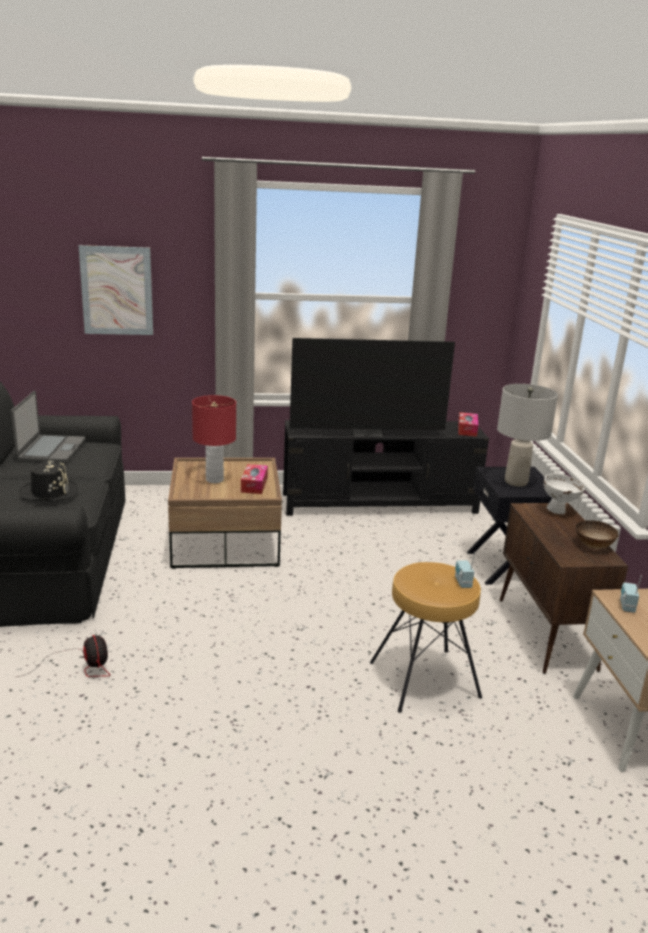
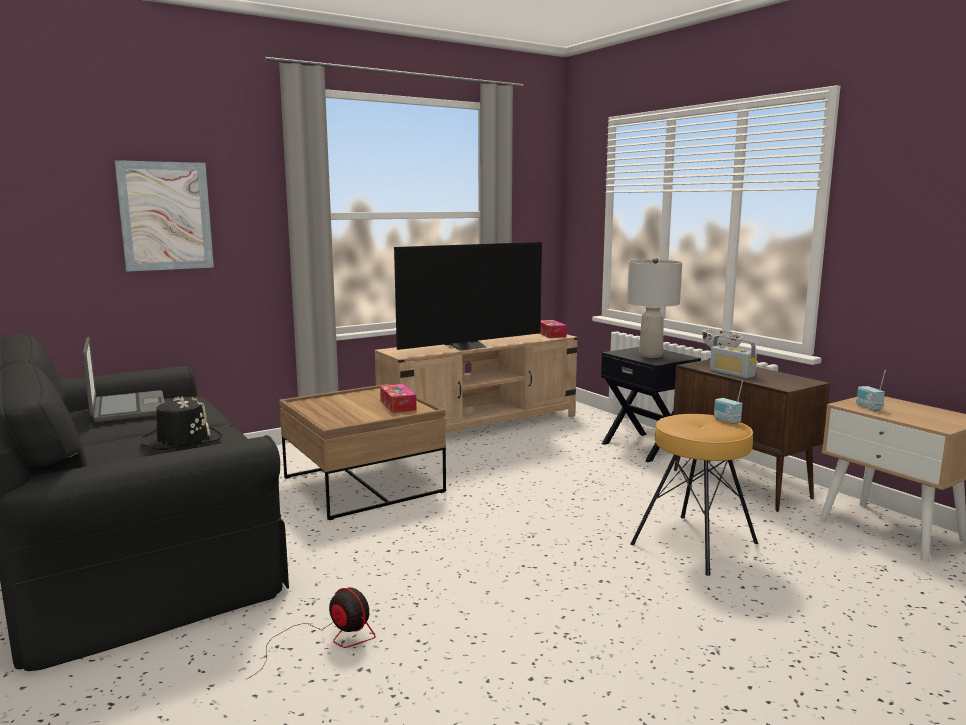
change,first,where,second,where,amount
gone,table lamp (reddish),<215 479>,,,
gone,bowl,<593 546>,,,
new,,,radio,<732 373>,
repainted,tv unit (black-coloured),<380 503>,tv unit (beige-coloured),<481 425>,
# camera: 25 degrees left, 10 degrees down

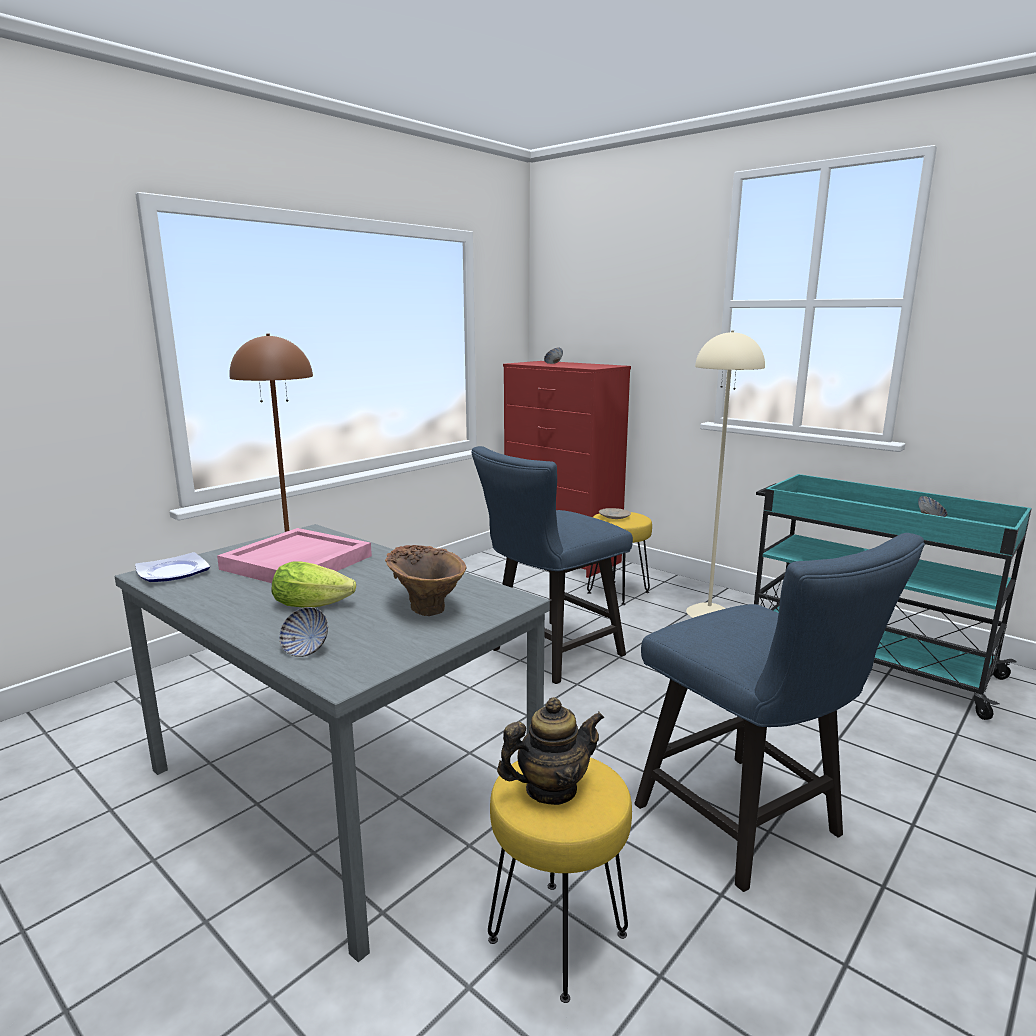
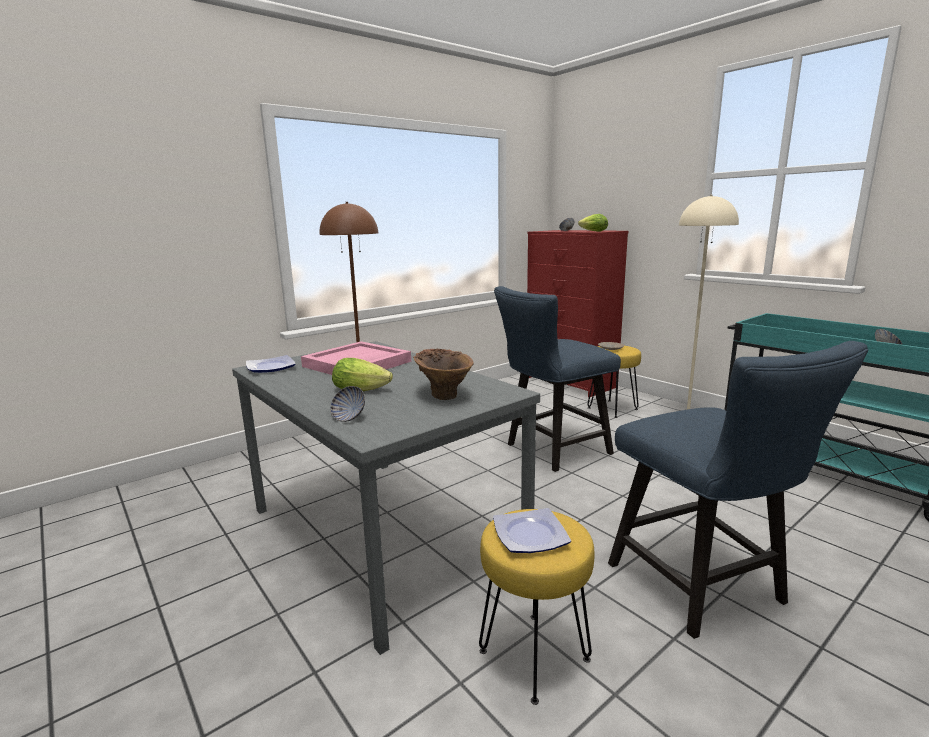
change,first,where,second,where,amount
new,,,lettuce head,<591 231>,
swapped,pot for tea,<551 789>,plate,<528 534>,
# camera: 10 degrees right, 0 degrees up

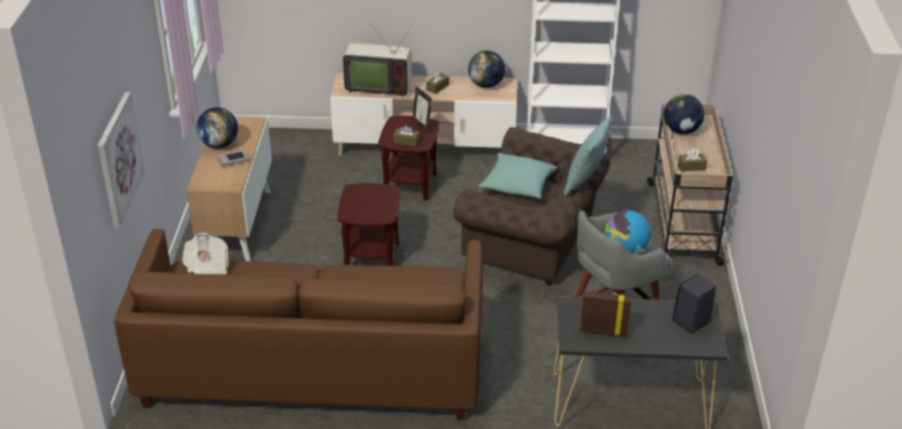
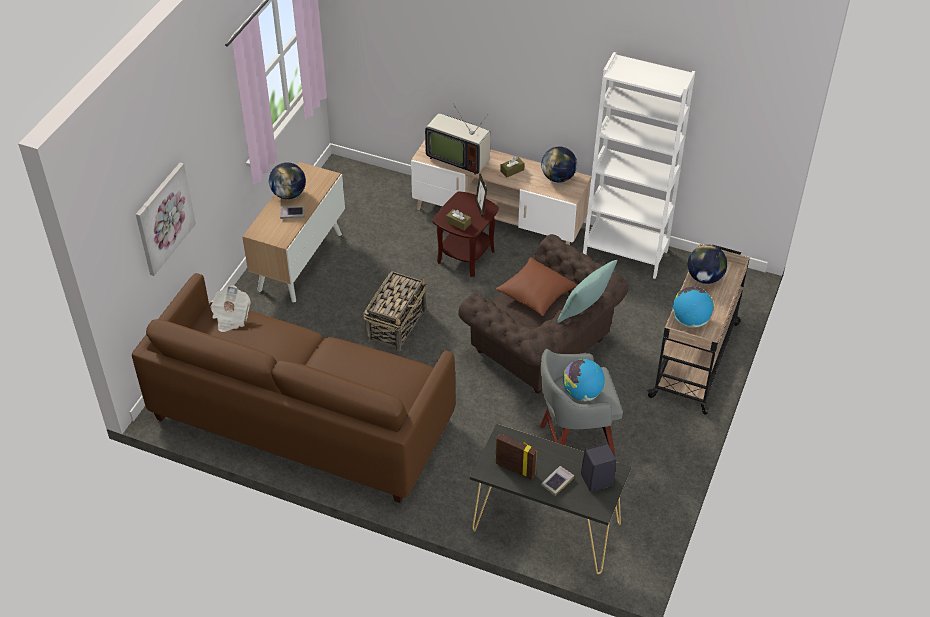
change,first,where,second,where,amount
new,,,bound book,<557 482>,
swapped,side table (brown),<371 257>,household basket,<397 324>,
swapped,tissue box (brown),<691 167>,globe,<690 320>,
repainted,throw pillow (turquoise-coloured),<518 185>,throw pillow (brown),<536 294>,
# camera: 20 degrees right, 10 degrees up

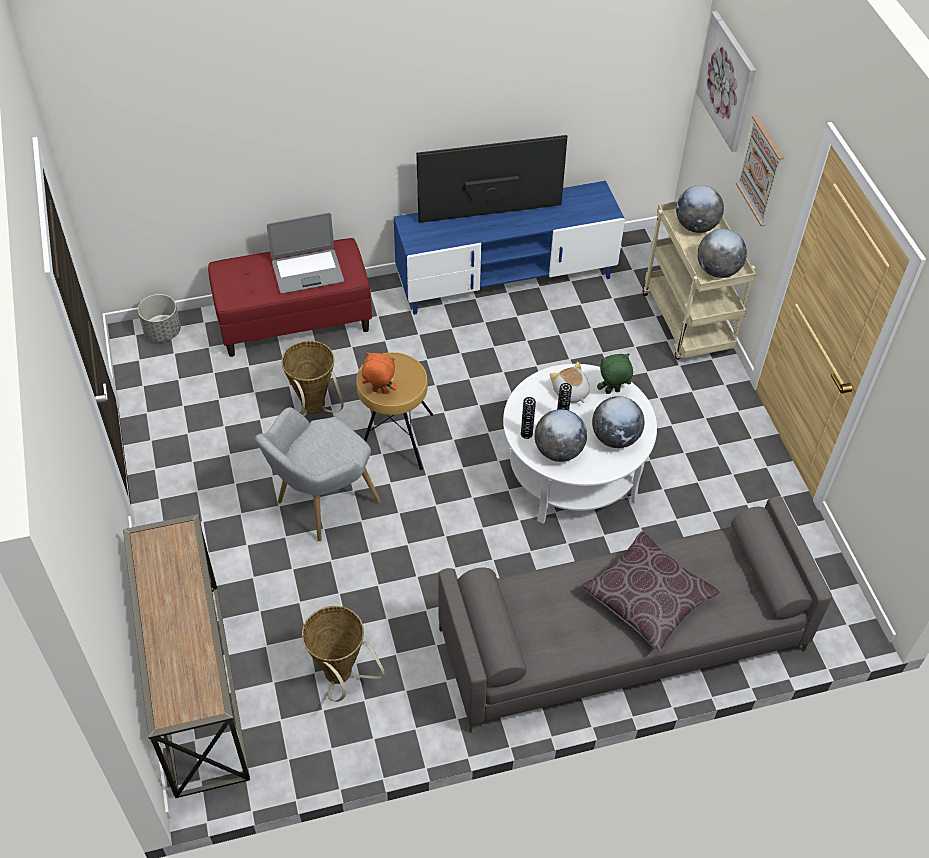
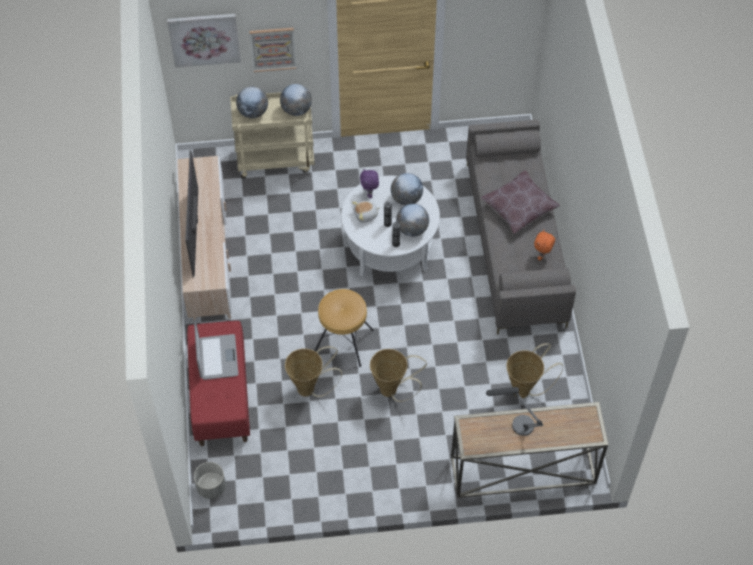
change,first,where,second,where,amount
new,,,table lamp,<516 425>,
shifted,soft toy (orangey),<379 392>,,<542 255>,
swapped,easy chair (gray),<321 504>,household basket,<392 391>,
repainted,tv unit (blue-coloured),<506 278>,tv unit (beige-coloured),<208 256>,
repainted,soft toy (greenish),<612 392>,soft toy (purplish),<369 193>,
# camera: 80 degrees left, 5 degrees up

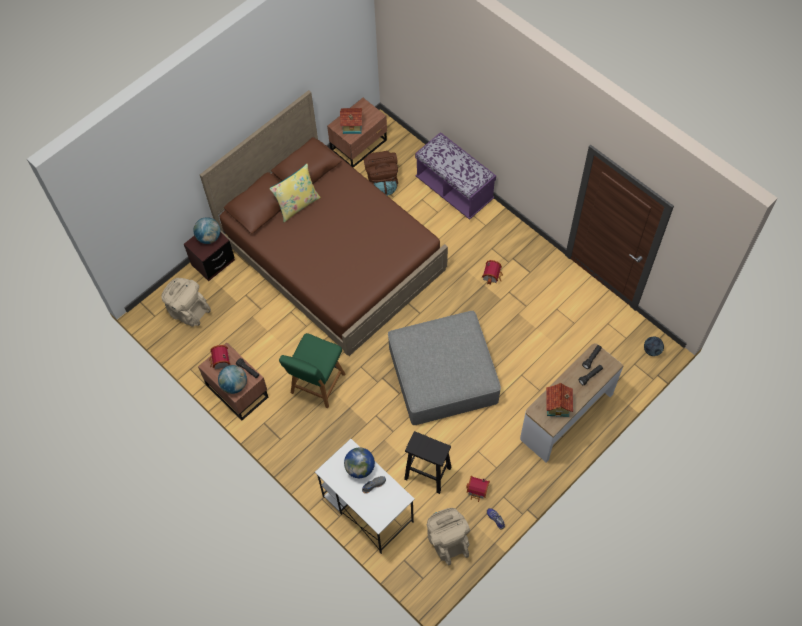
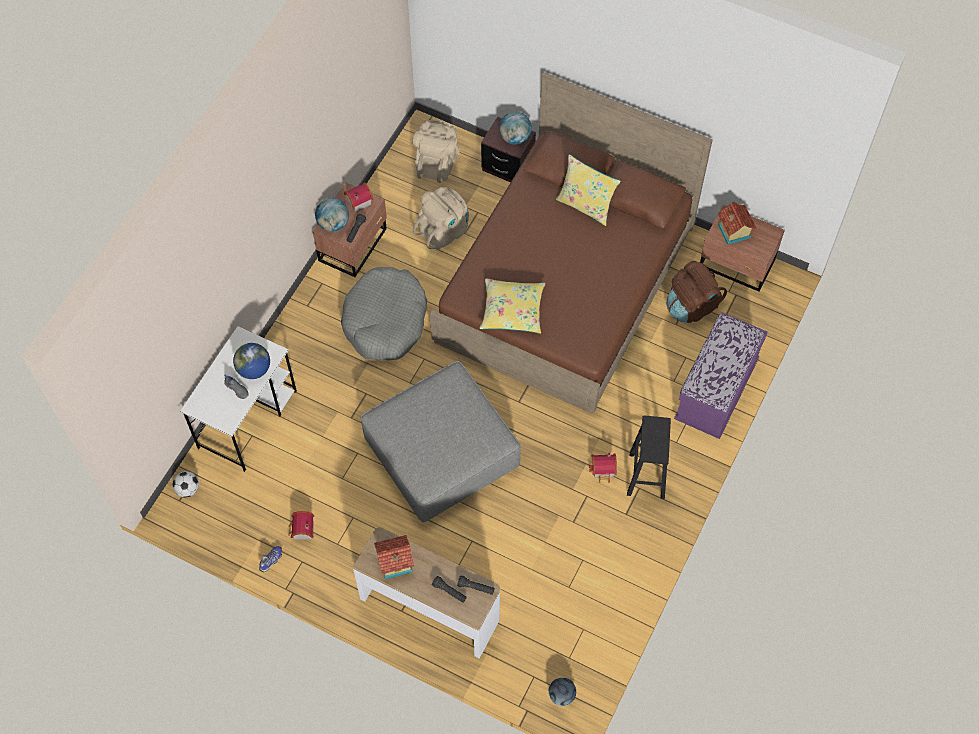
change,first,where,second,where,amount
new,,,ball for football,<187 489>,
new,,,throw pillow (yellow),<512 310>,
shifted,stool seat (black-coloured),<428 473>,,<647 476>,
shifted,knapsack (beige-coloured),<447 539>,,<444 230>,
swapped,chair (greenish),<317 385>,pet bed (gray),<385 321>,
# camera: 70 degrees right, 0 degrees up

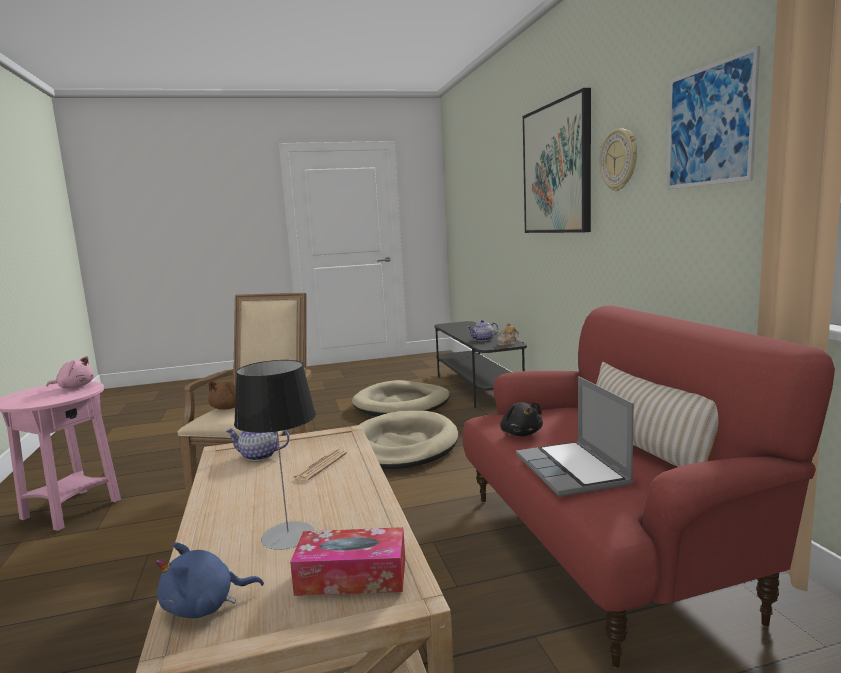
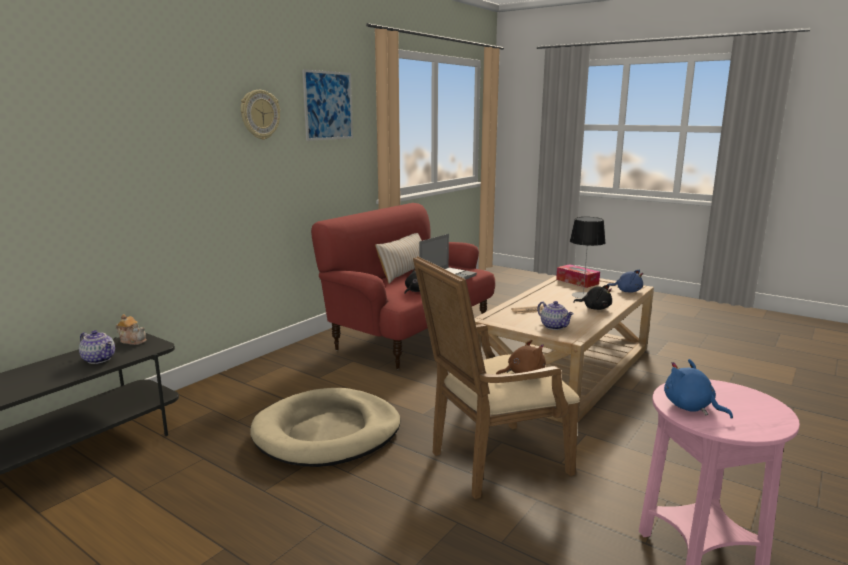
change,first,where,second,where,amount
gone,pet bed (beige-coloured),<402 404>,,,
gone,wall art,<557 169>,,,
new,,,soft toy (black-coloured),<595 308>,
repainted,soft toy (pink),<75 387>,soft toy (blue-coloured),<691 407>,
# camera: 130 degrees left, 5 degrees up

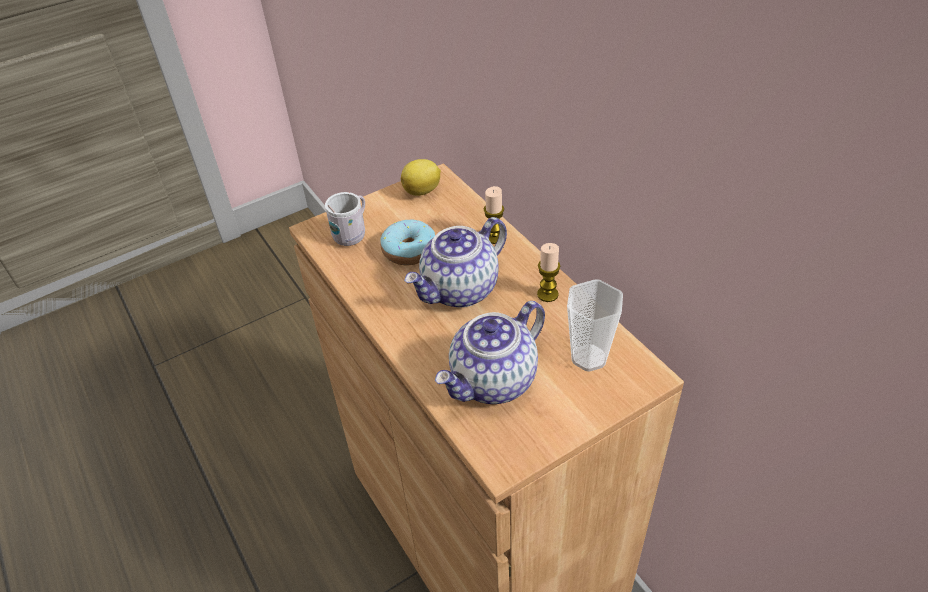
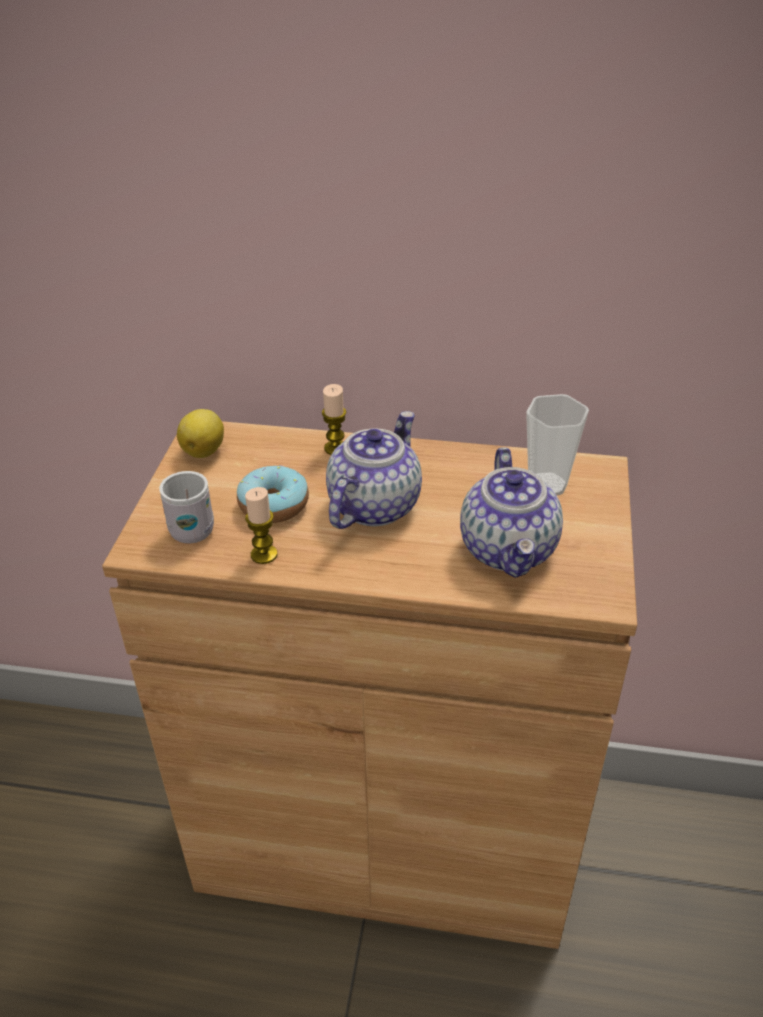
change,first,where,second,where,amount
shifted,wax light,<547 294>,,<264 554>,
rotated,pot for tea,<460 290>,,<373 505>,150 degrees counterclockwise
# camera: 50 degrees left, 5 degrees down

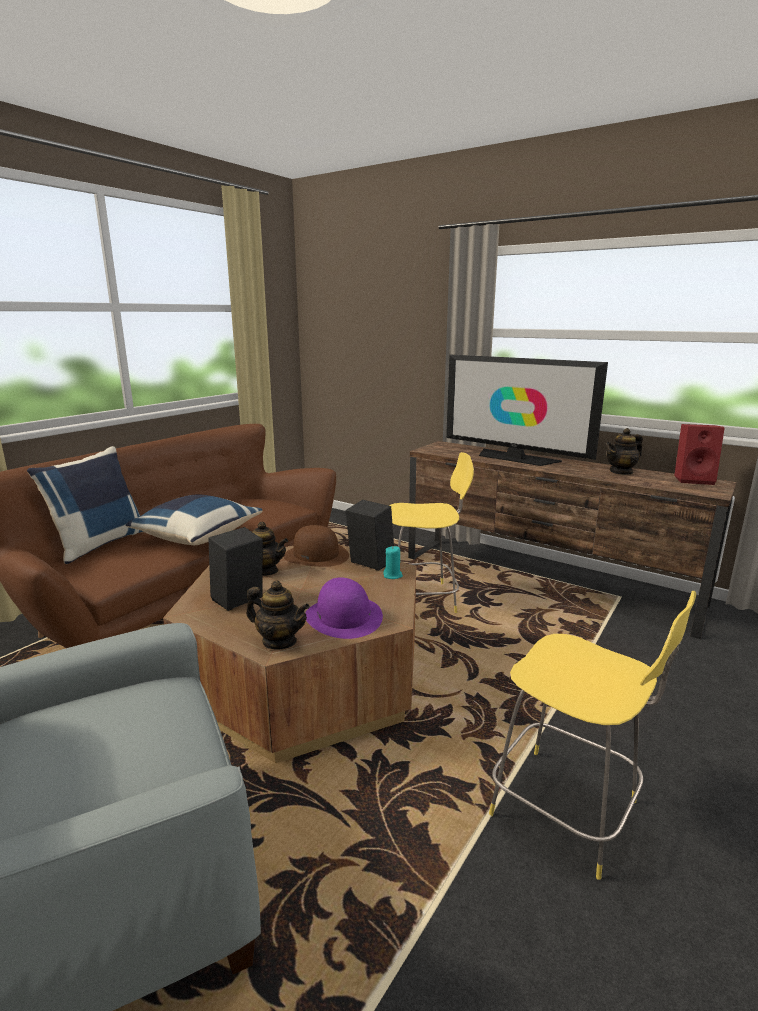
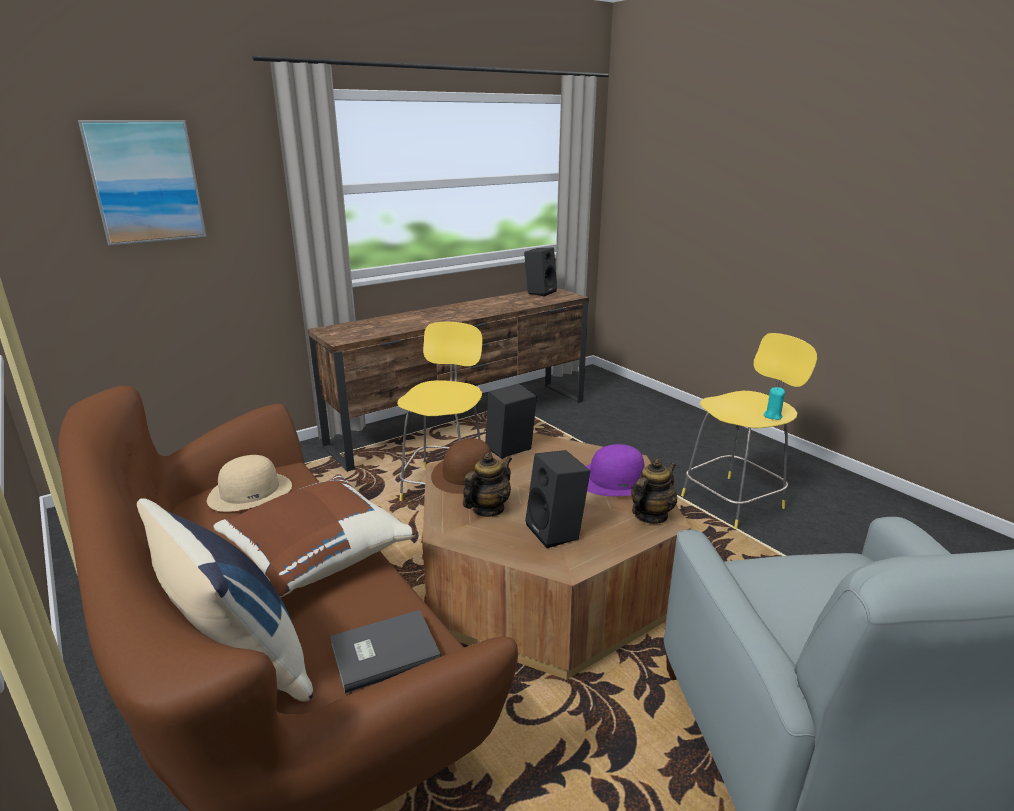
change,first,where,second,where,amount
gone,TV set,<515 458>,,,
gone,pot for tea,<621 472>,,,
new,,,wall art,<145 182>,
new,,,clothing hat (beige-coloured),<250 492>,
new,,,bound book (gray),<383 651>,
shifted,wax light (turquoise-coloured),<393 575>,,<772 416>,
repainted,throw pillow (blue-coloured),<197 537>,throw pillow (brown),<316 555>,
repainted,loudspeaker (reddish),<694 480>,loudspeaker (black-coloured),<540 292>,
# camera: 70 degrees left, 5 degrees up

